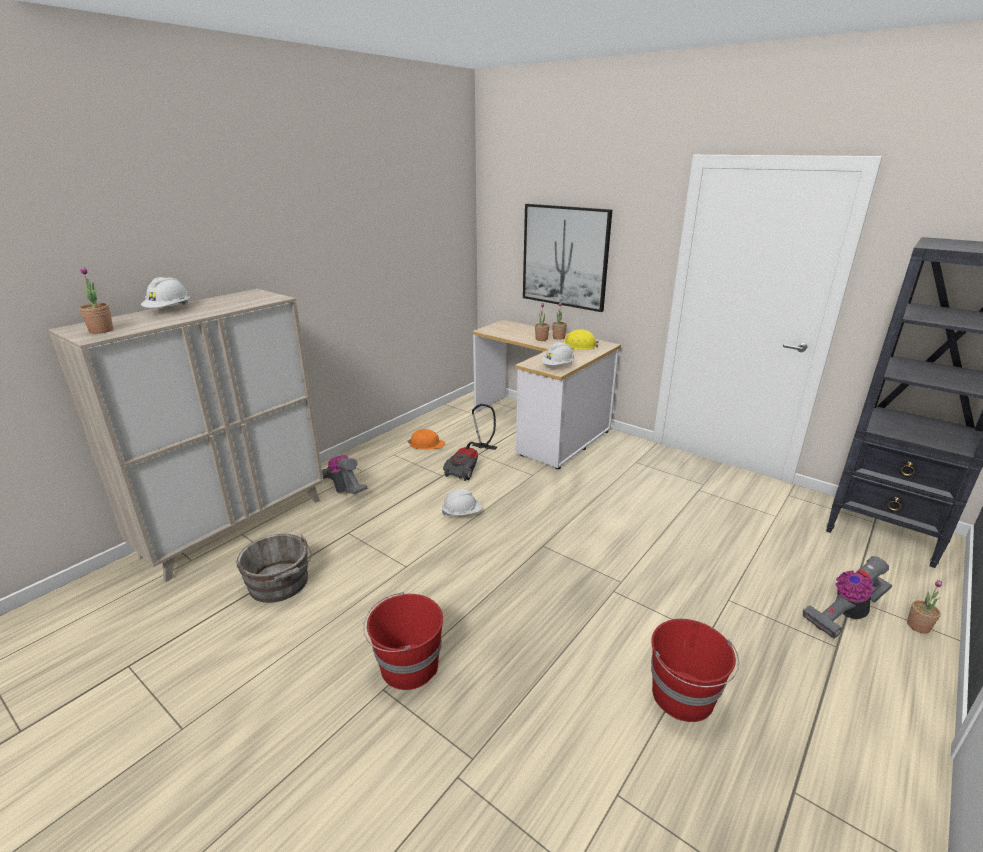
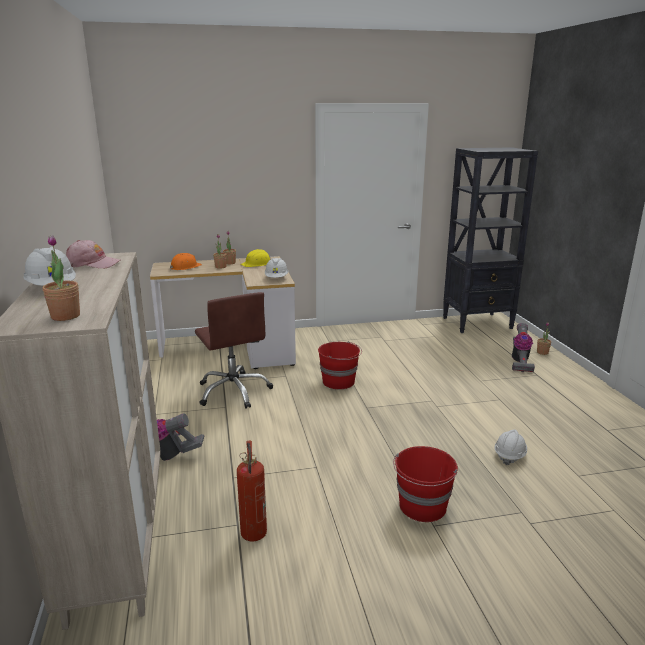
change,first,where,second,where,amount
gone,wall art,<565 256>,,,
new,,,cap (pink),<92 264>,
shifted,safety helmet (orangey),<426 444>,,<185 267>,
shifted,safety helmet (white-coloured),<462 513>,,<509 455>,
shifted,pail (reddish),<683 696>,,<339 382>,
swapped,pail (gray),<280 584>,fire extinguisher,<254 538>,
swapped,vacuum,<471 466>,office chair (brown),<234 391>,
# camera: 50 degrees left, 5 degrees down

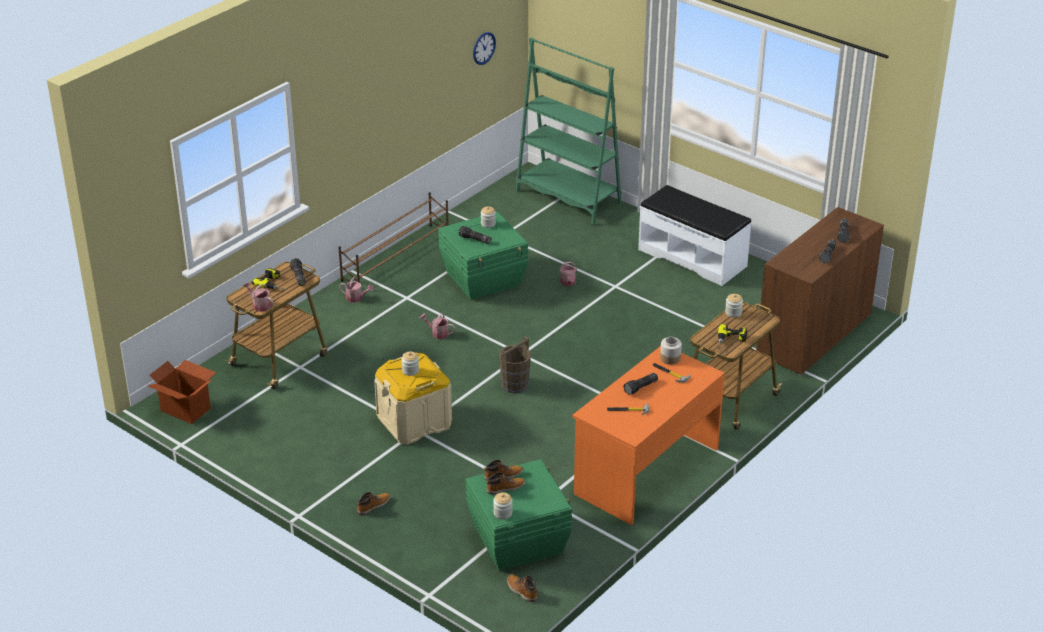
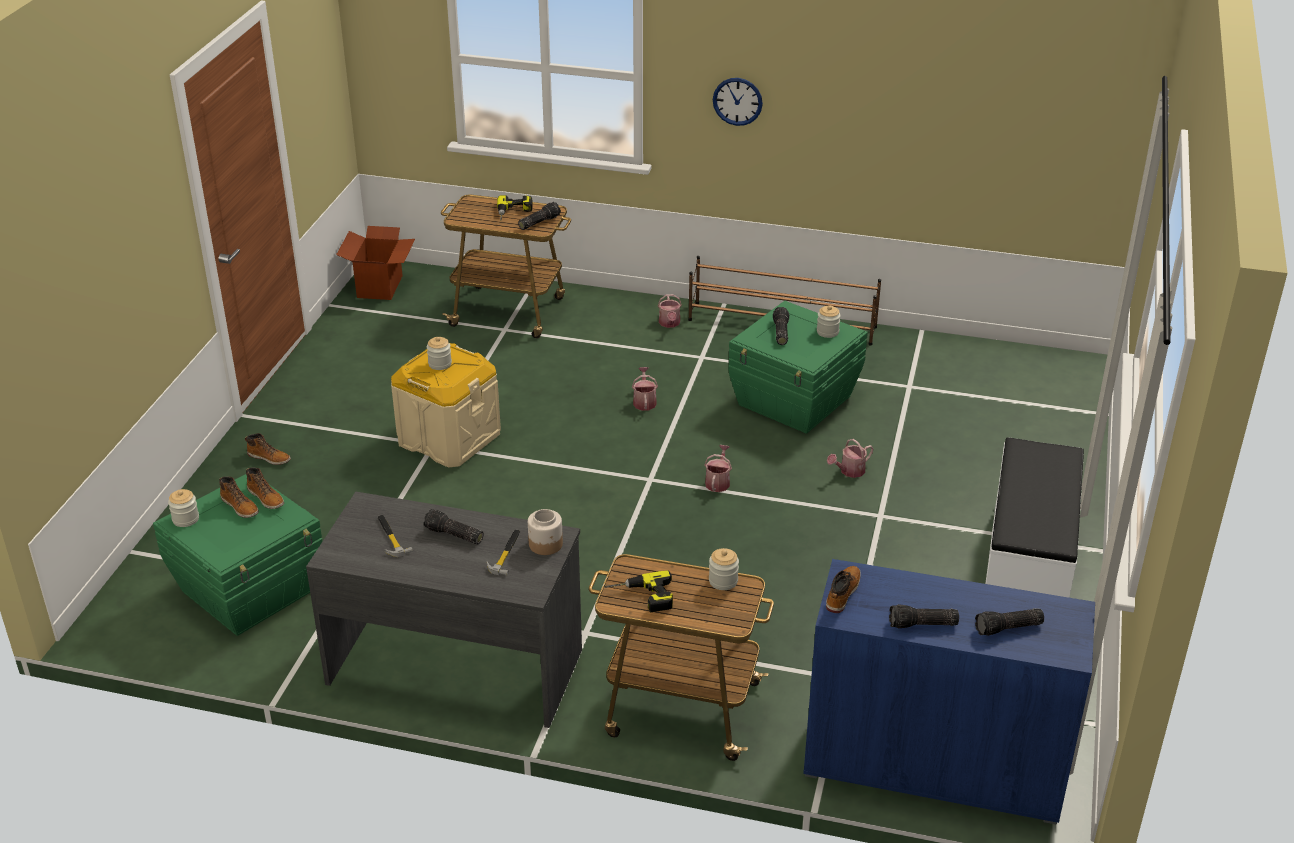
change,first,where,second,where,amount
gone,pail (brown),<514 385>,,,
gone,bookcase (greenish),<568 197>,,,
shifted,watering can,<259 305>,,<718 481>,
shifted,wall clock,<484 48>,,<737 101>,
shifted,high-top boot,<521 591>,,<842 593>,
repainted,desk table (orangey),<645 470>,desk table (gray),<456 665>,
repainted,cupboard (brown),<813 335>,cupboard (blue-coloured),<934 764>,
# camera: 65 degrees right, 0 degrees up

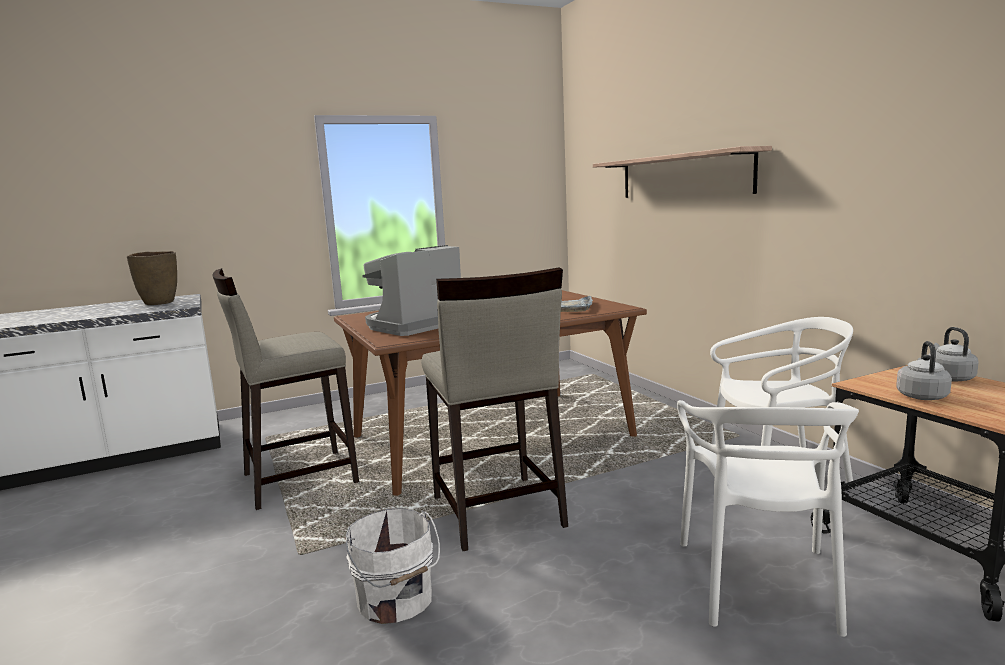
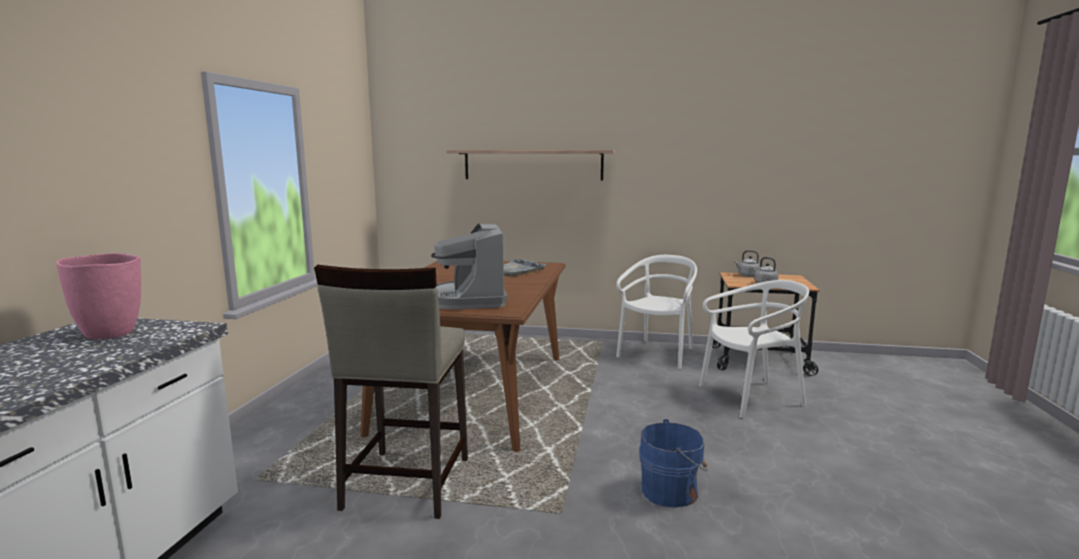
change,first,where,second,where,amount
gone,stool seat (beige-coloured),<497 512>,,,
repainted,flower vase (brown),<160 303>,flower vase (pink),<111 333>,
repainted,pail (white-coloured),<396 601>,pail (blue-coloured),<672 491>,
rotated,chair (white-coloured),<760 583>,,<751 397>,60 degrees counterclockwise
# camera: 55 degrees left, 0 degrees up

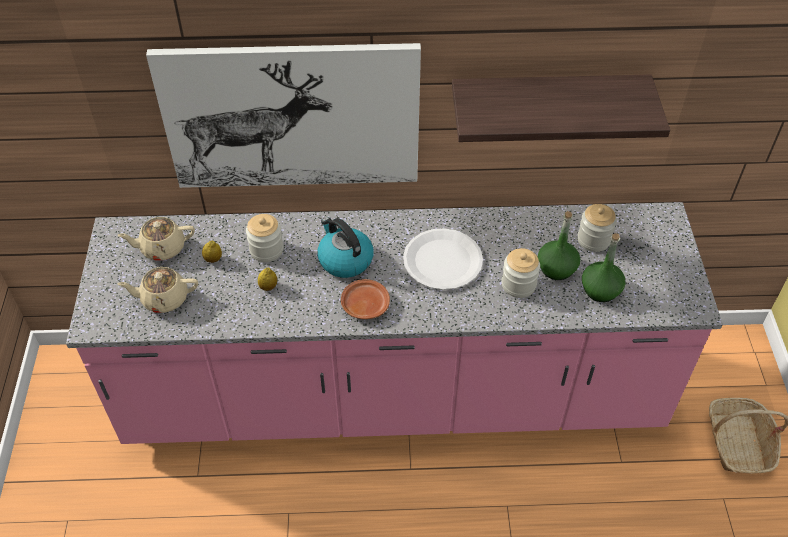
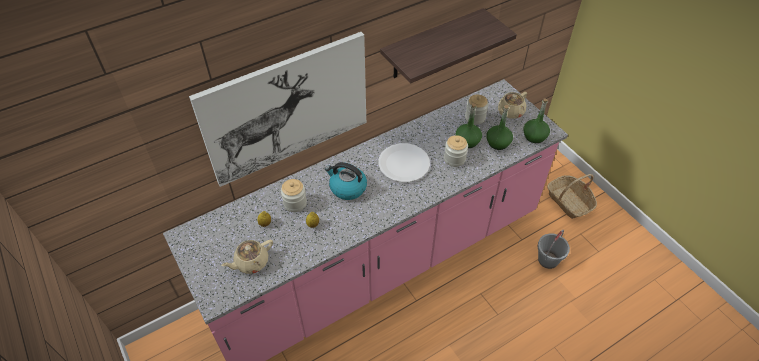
change,first,where,second,where,amount
gone,plate (brown),<365 304>,,,
new,,,bottle (greenish),<534 136>,
new,,,pail (gray),<548 260>,
shifted,pot for tea (beige-coloured),<162 248>,,<510 112>,
# camera: 30 degrees left, 0 degrees up

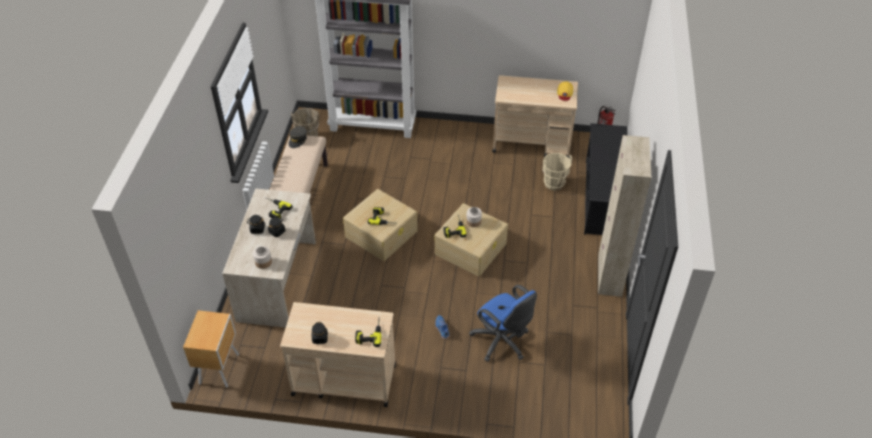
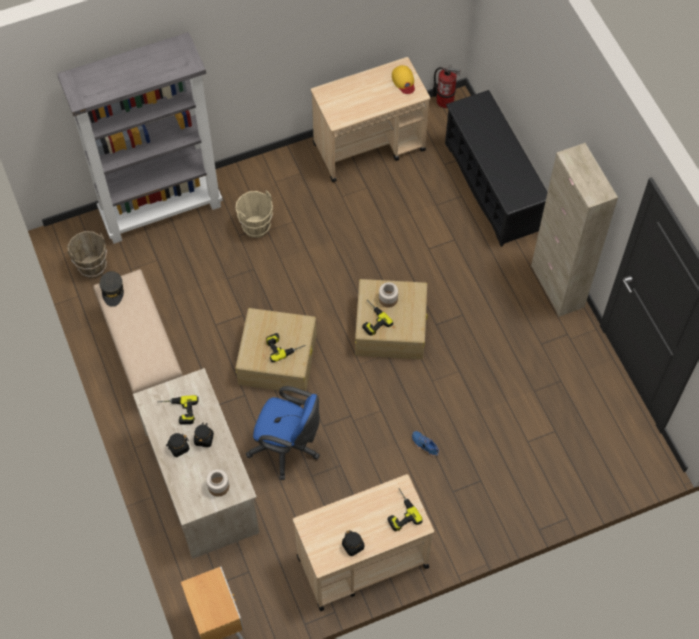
change,first,where,second,where,amount
shifted,office chair (blue-coloured),<502 342>,,<287 448>,
shifted,pail (beige-coloured),<554 183>,,<256 227>,
# camera: 30 degrees left, 15 degrees up

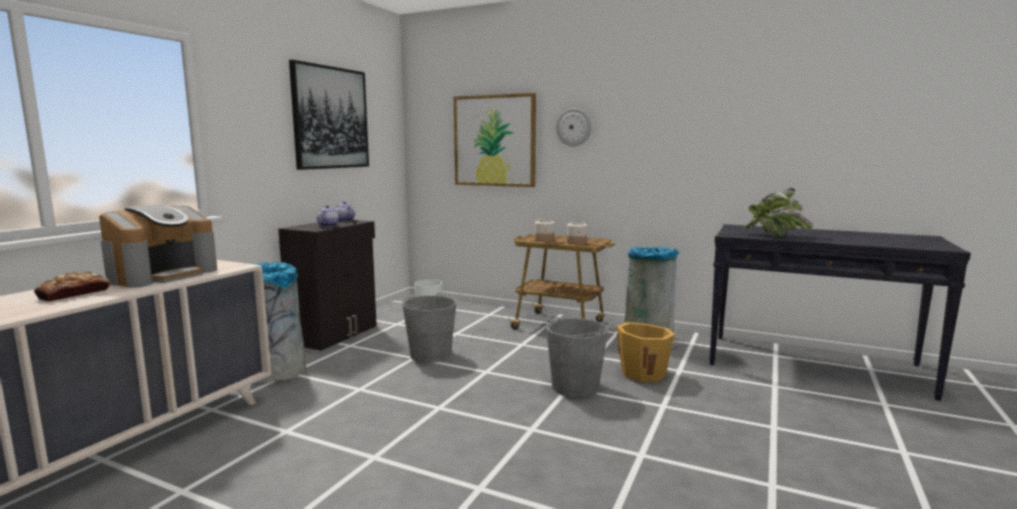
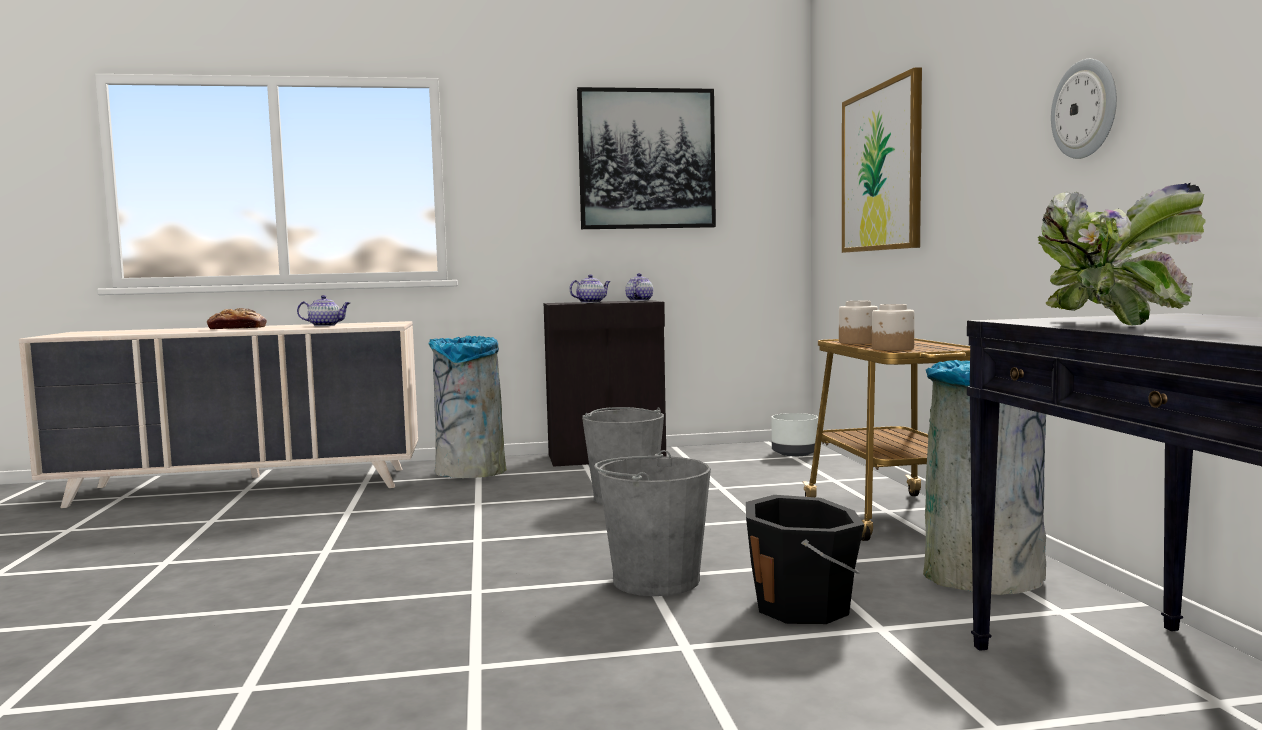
change,first,where,second,where,amount
shifted,wall clock,<574 127>,,<1085 109>,
swapped,coffee maker,<163 275>,pot for tea,<325 325>,
repainted,pail (orangey),<643 373>,pail (black-coloured),<804 606>,
# camera: 55 degrees right, 5 degrees down

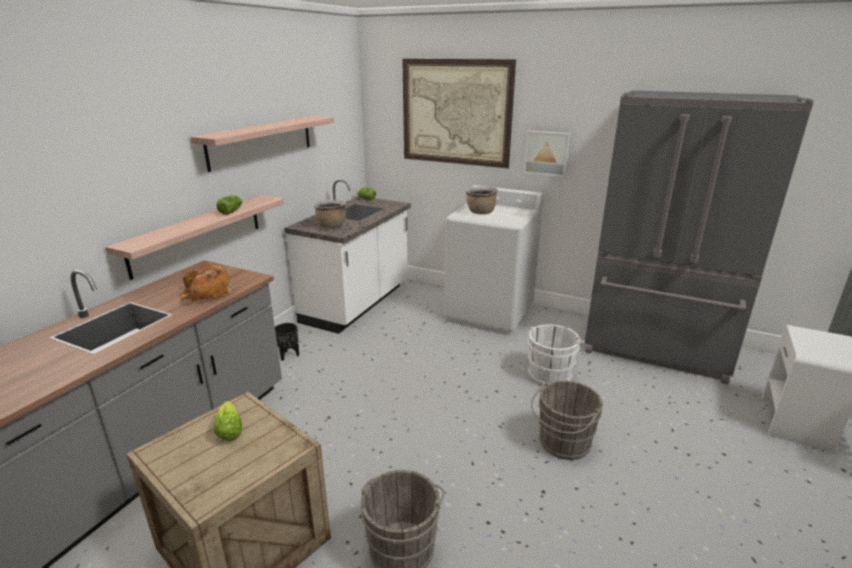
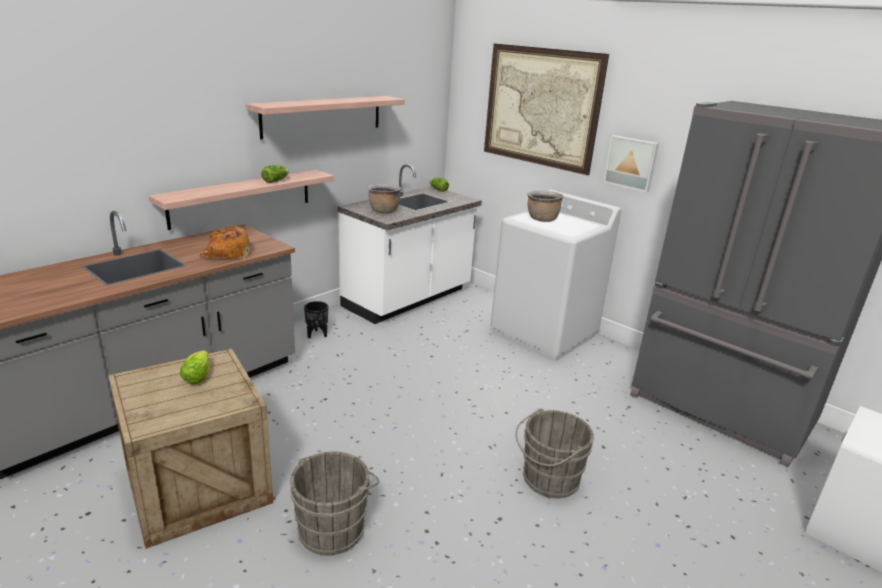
change,first,where,second,where,amount
gone,pail (white-coloured),<550 374>,,,
# camera: 15 degrees right, 0 degrees up

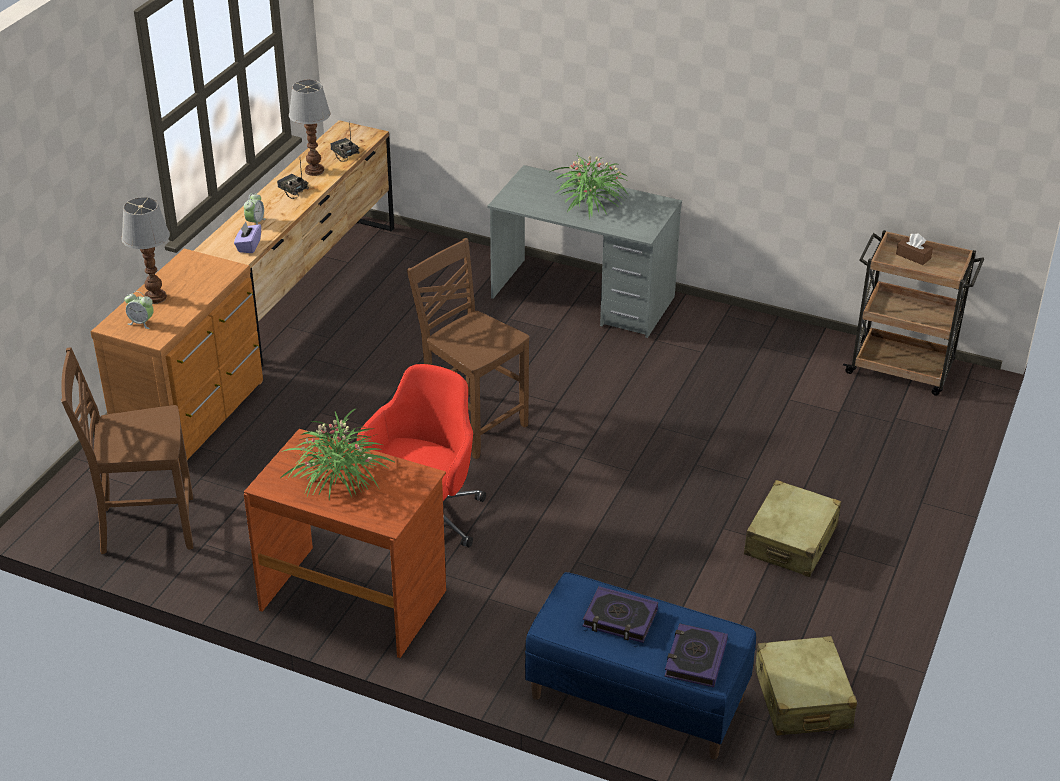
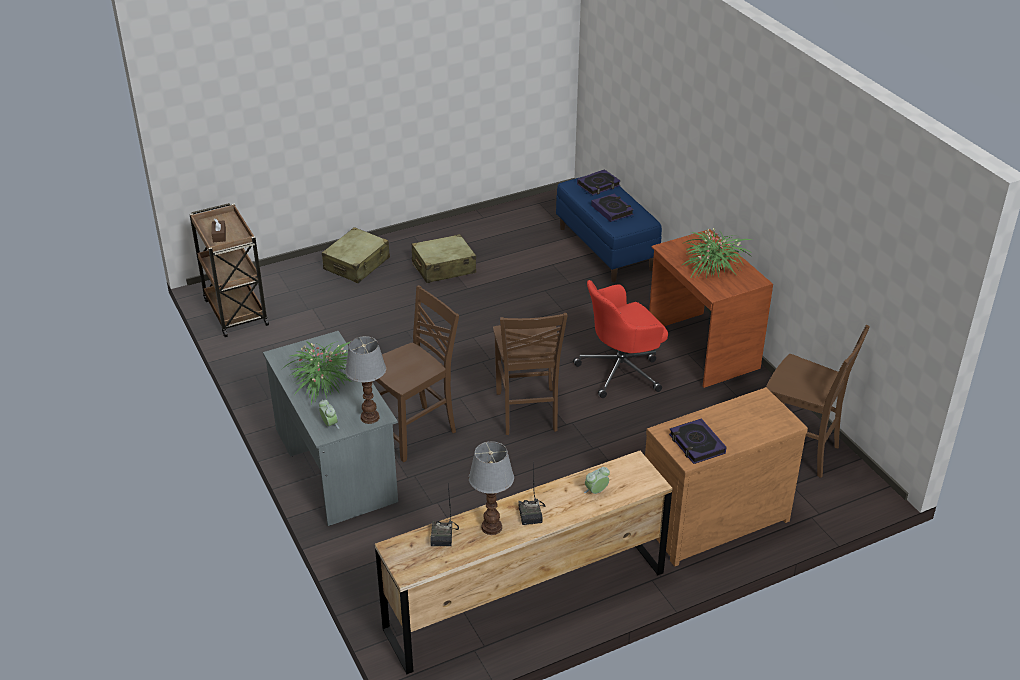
change,first,where,second,where,amount
gone,tissue box (purplish),<248 246>,,,
new,,,chair (brown),<415 432>,
new,,,bound book,<696 444>,
shifted,table lamp,<155 297>,,<369 418>,
shifted,table clock,<141 322>,,<329 424>,
shifted,piece of luggage (beige-coloured),<802 699>,,<357 264>,
# camera: 140 degrees left, 0 degrees up

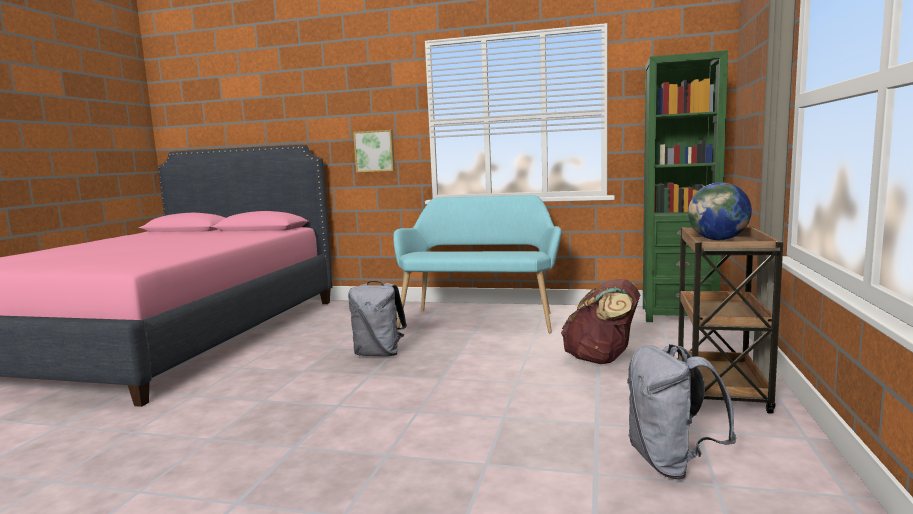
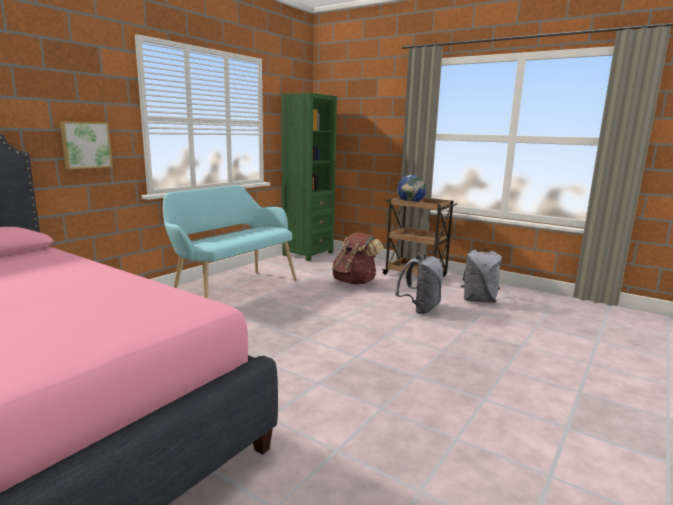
change,first,where,second,where,amount
shifted,knapsack (gray),<379 354>,,<420 309>,
# camera: 70 degrees left, 5 degrees up

